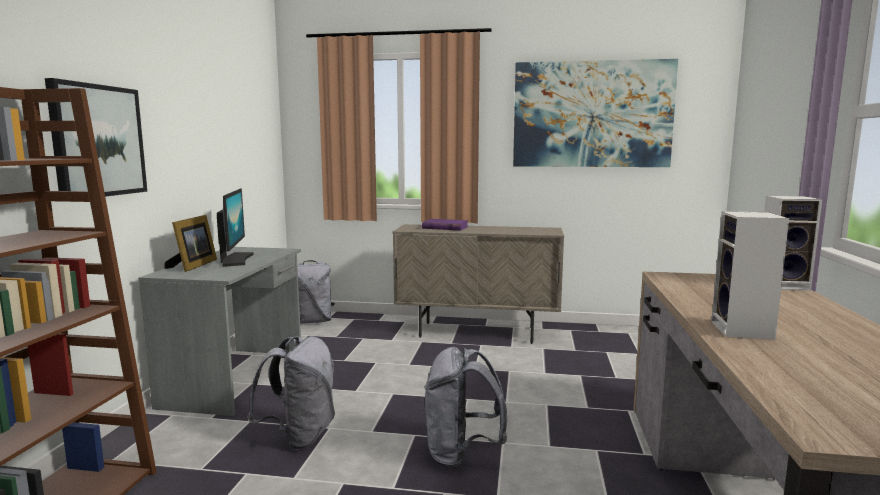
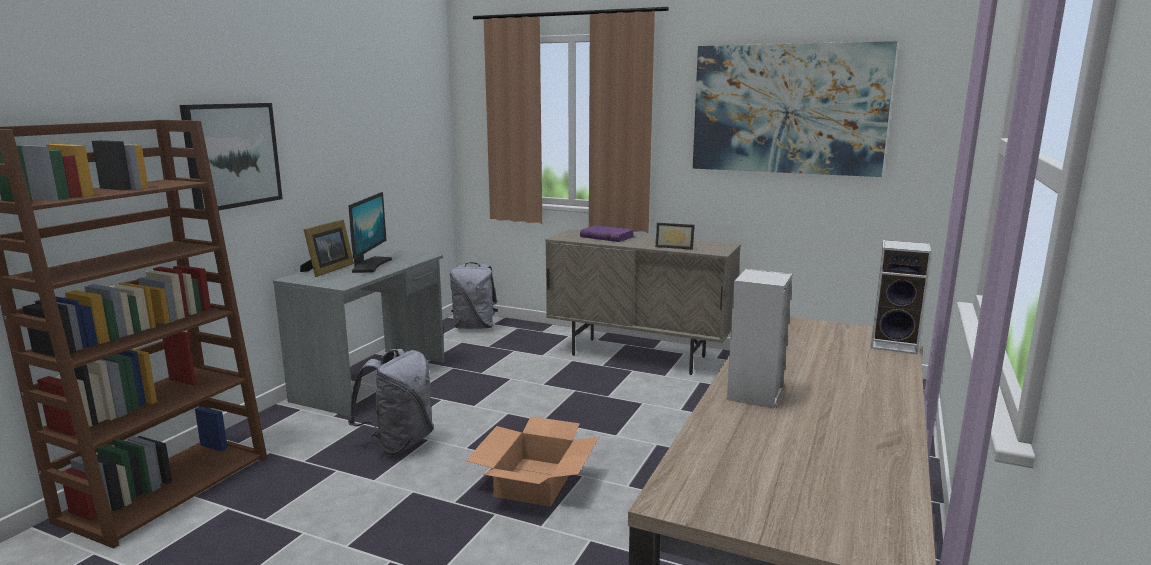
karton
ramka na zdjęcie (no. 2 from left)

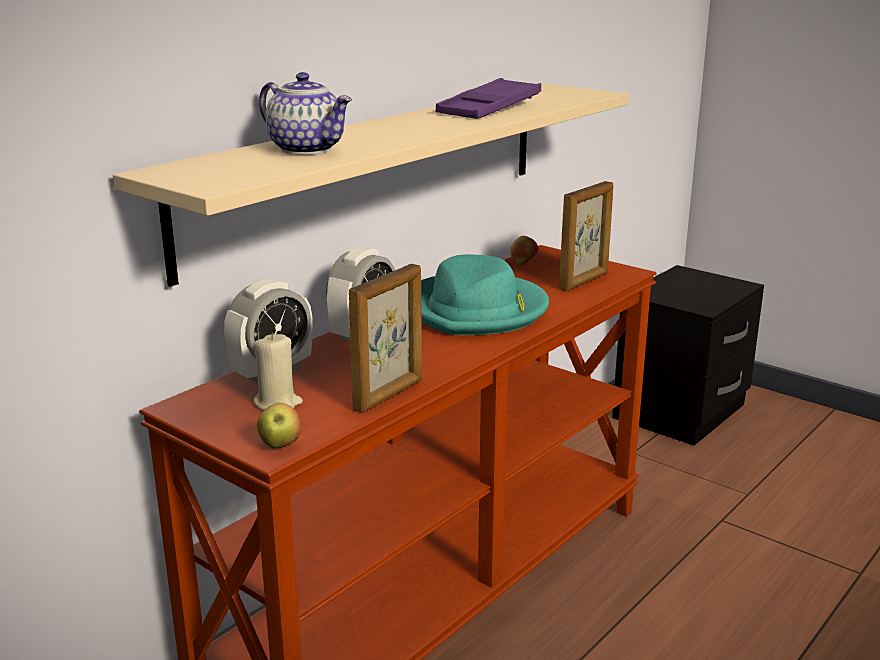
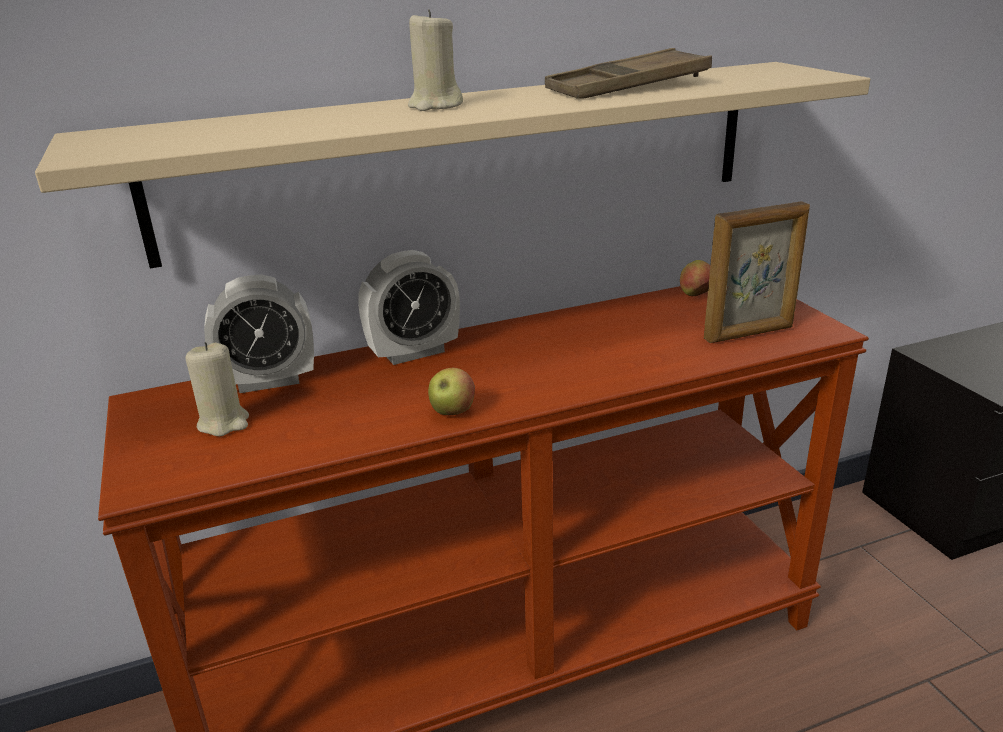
świeca [beżowy] (no. 2 from left)
jabłko (no. 1 from left)
taca [brązowy]
imbryk
ramka na zdjęcie (no. 1 from left in the first image)
kapelusz [turkusowy]

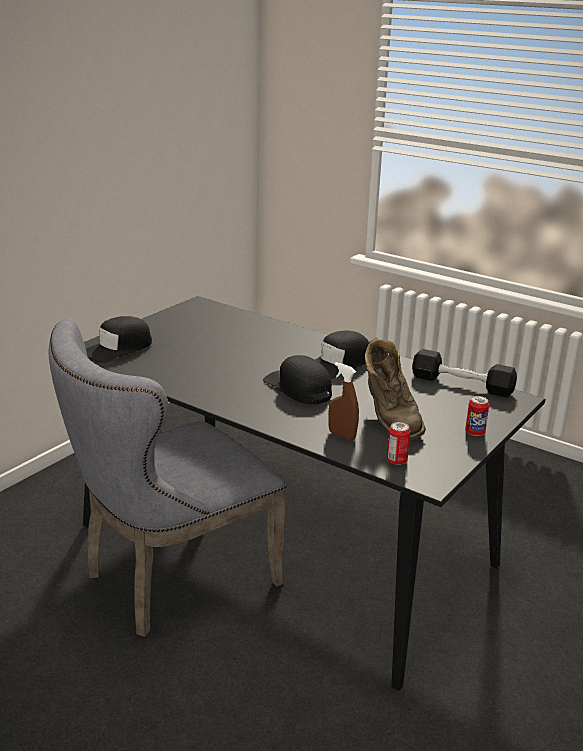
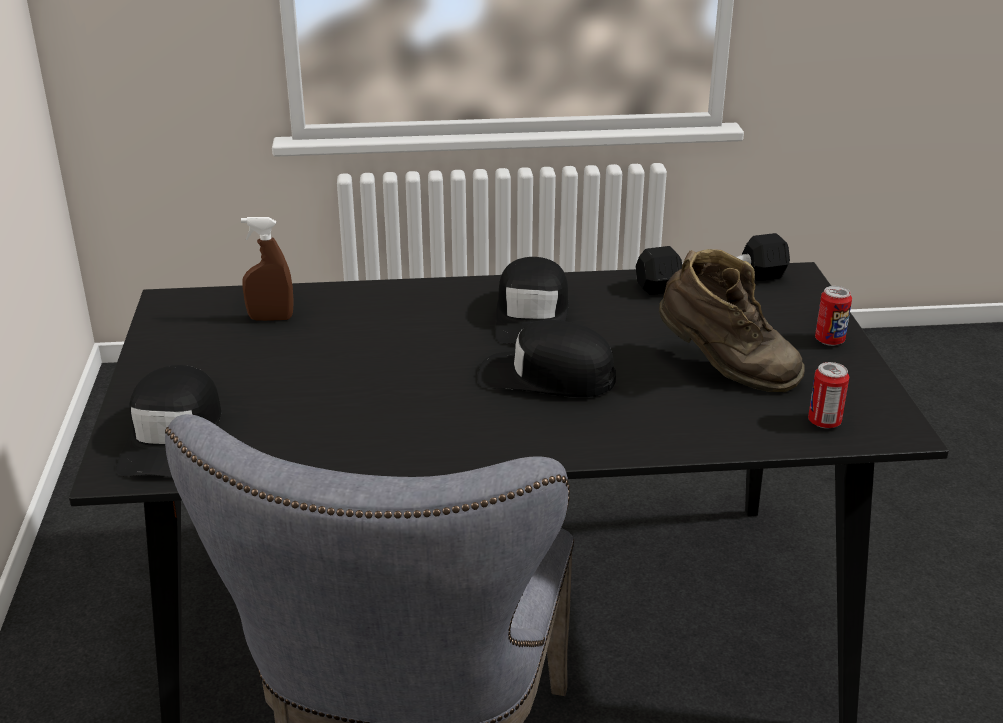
spryskiwacz [brązowy]

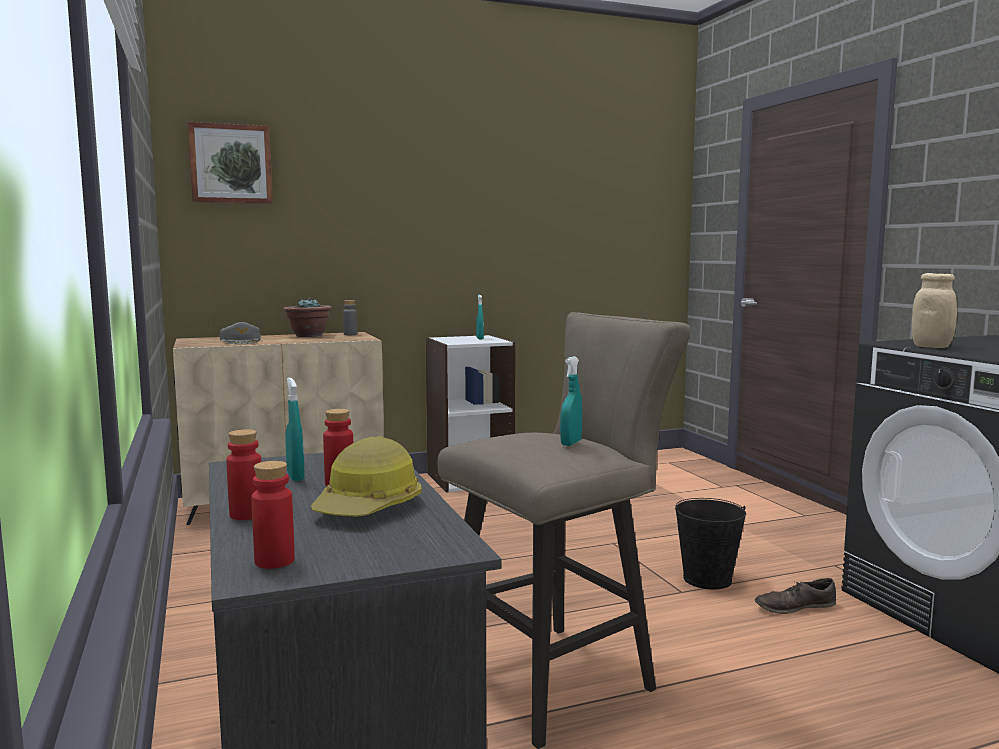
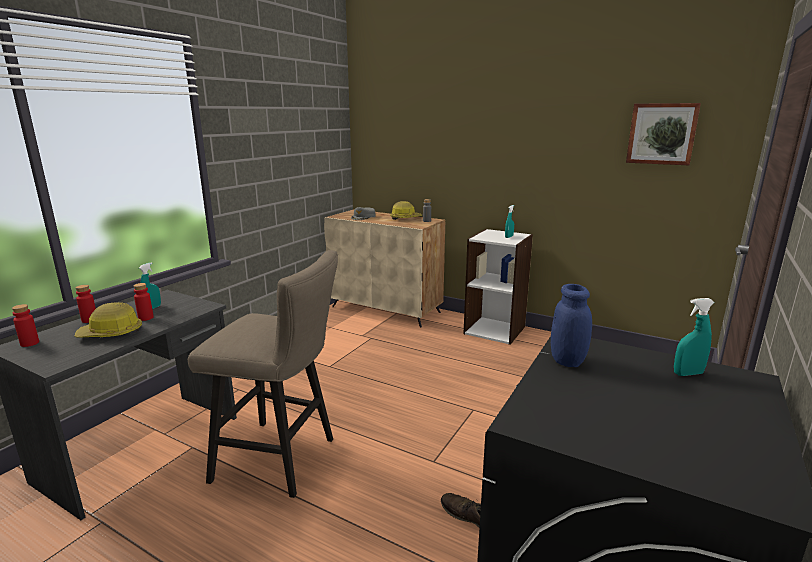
kask (no. 2 from left)
słoik [niebieski]
obraz
spryskiwacz [turkusowy] (no. 3 from left)
wiadro [czarny]

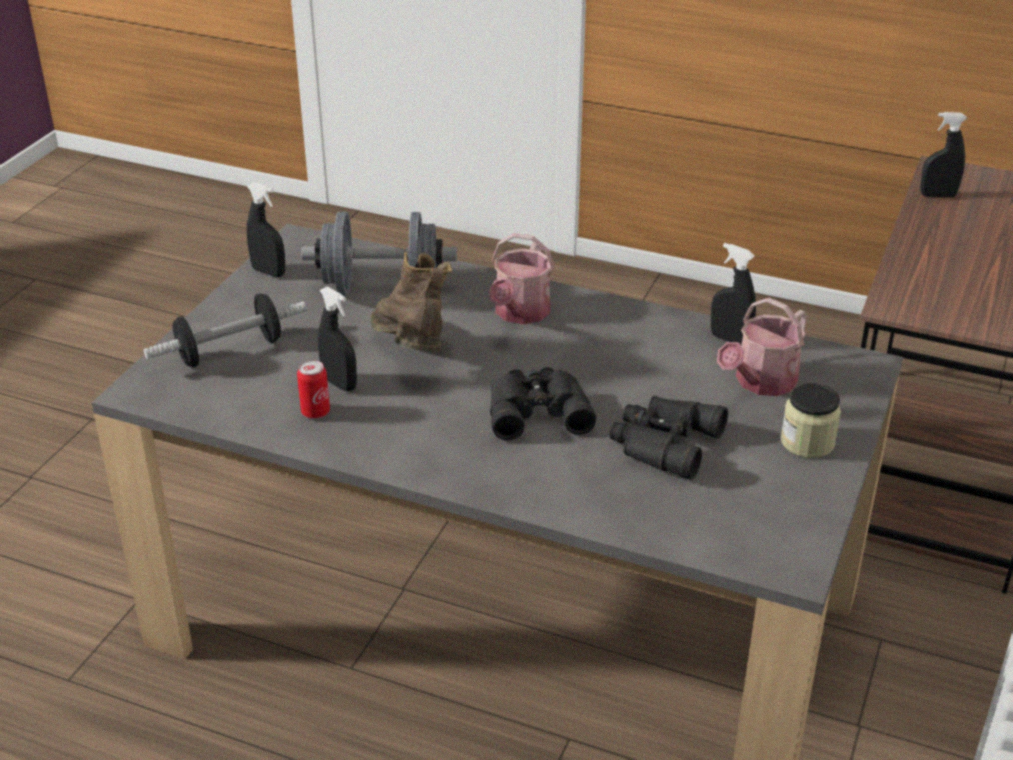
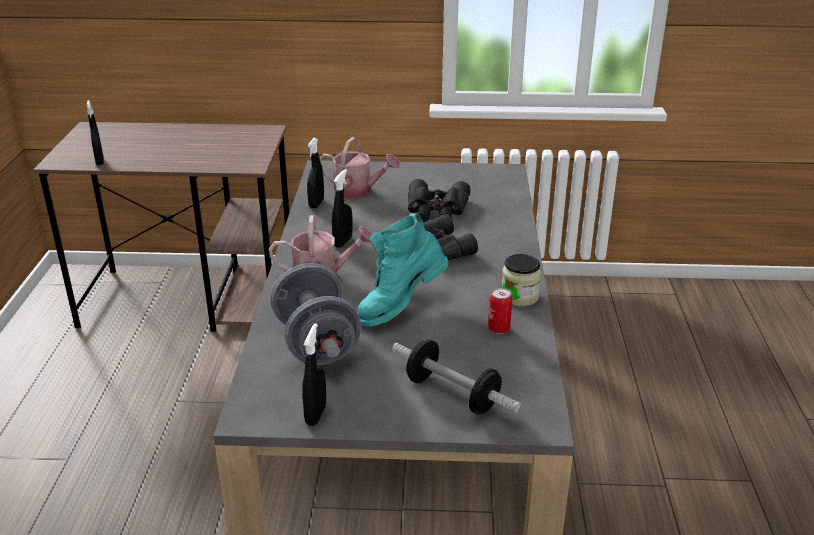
spryskiwacz [czarny] (no. 4 from left)
but z cholewką [turkusowy]
słoik

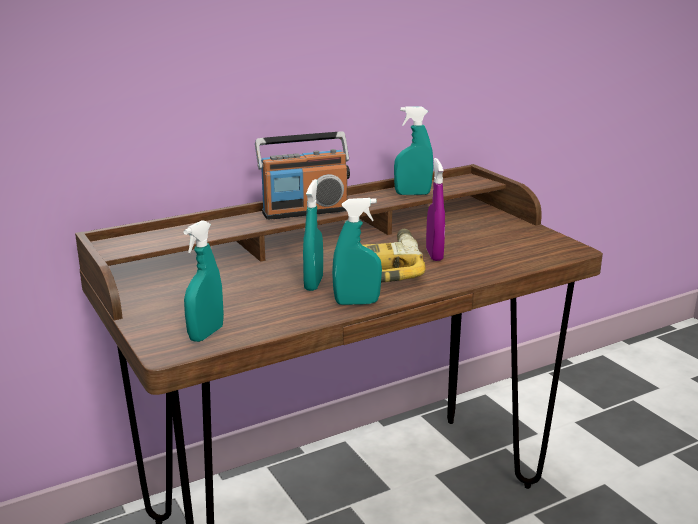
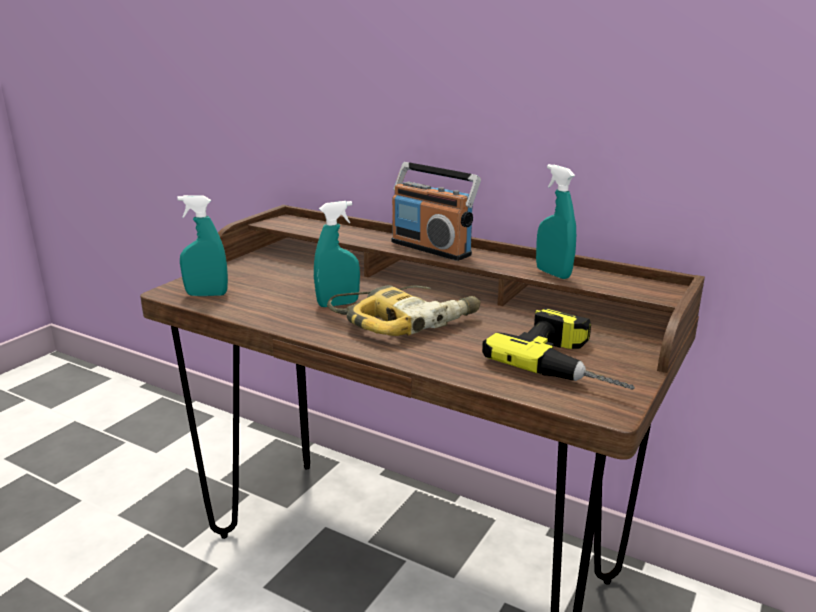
wiertarka (no. 2 from left)
spryskiwacz [turkusowy] (no. 3 from left in the first image)
spryskiwacz [fioletowy]

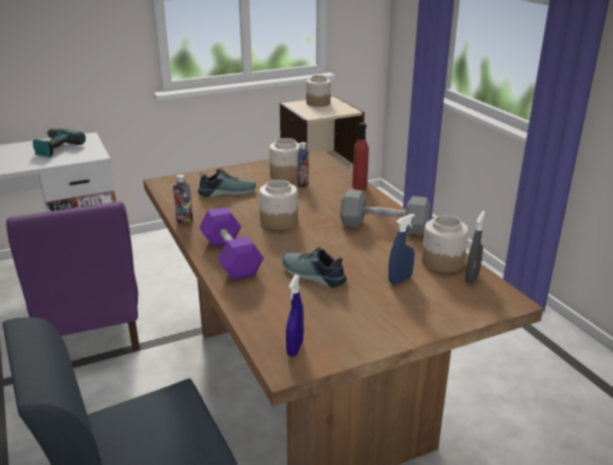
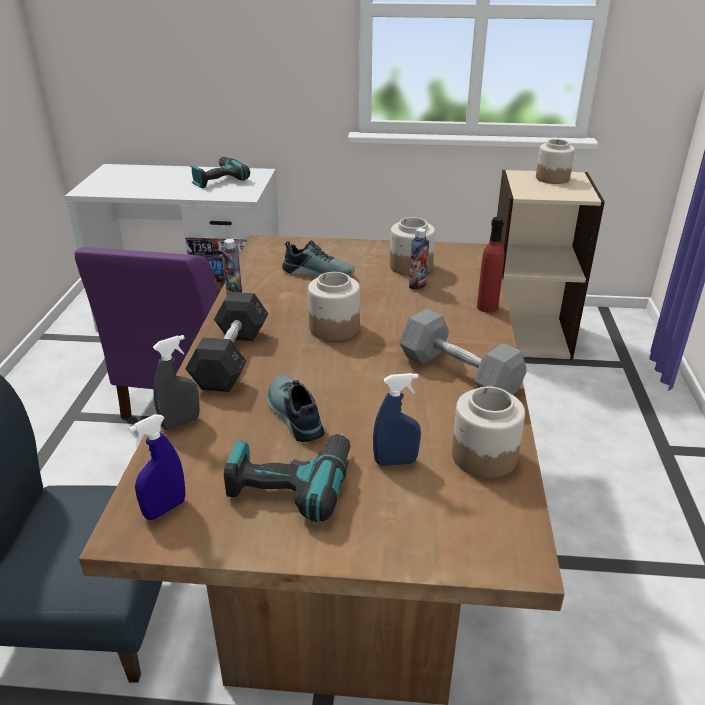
spryskiwacz [szary]
hantel [szary] (no. 1 from left)
wiertarka (no. 2 from left)

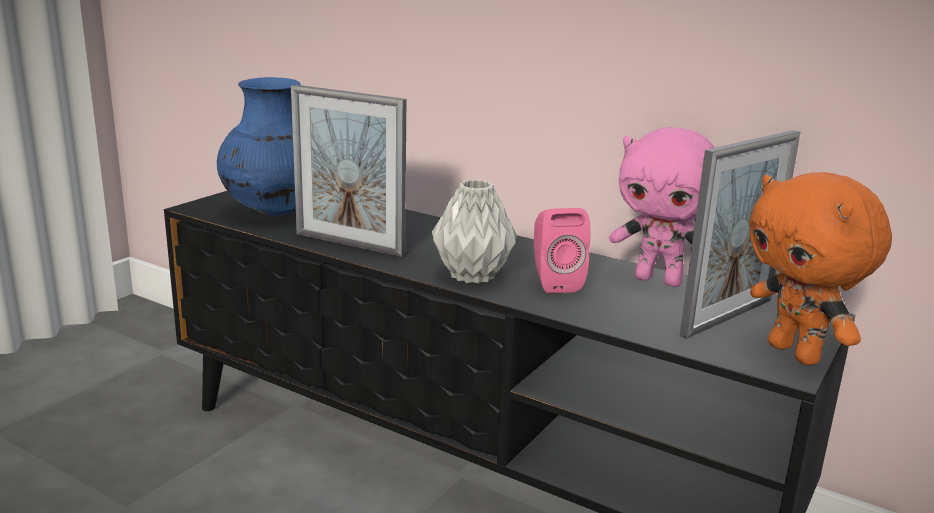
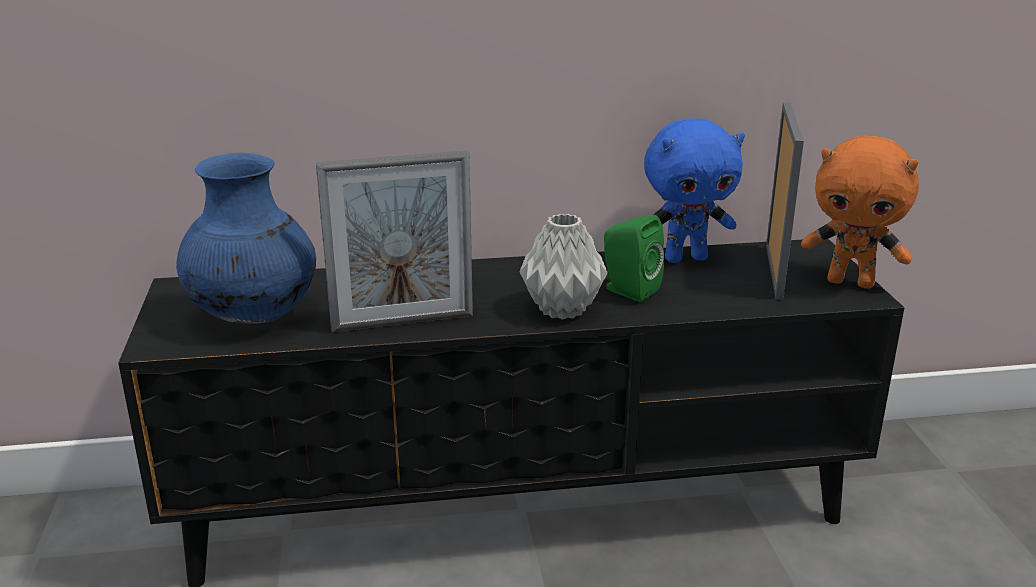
głośnik [zielony]
pluszak [niebieski]

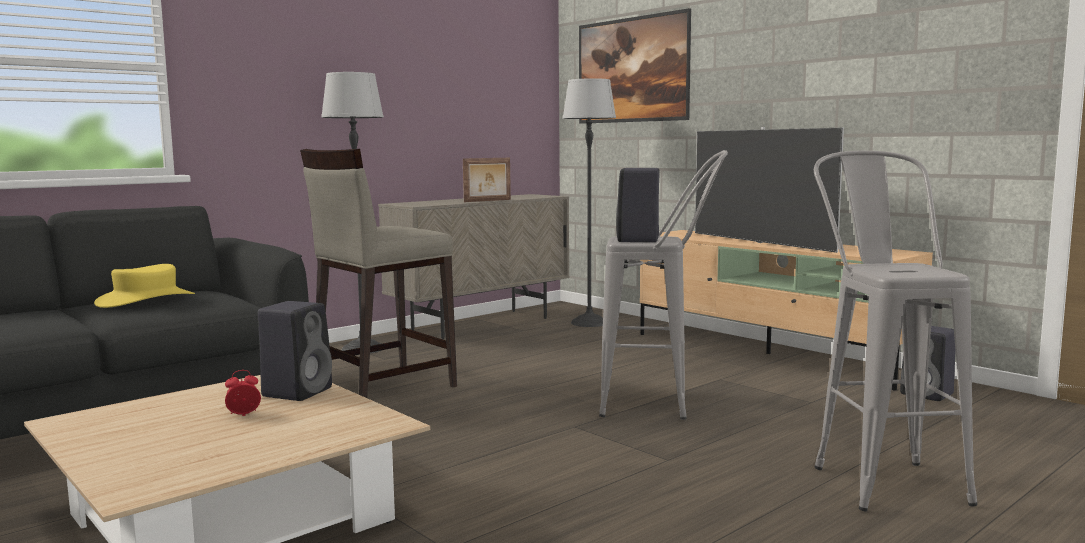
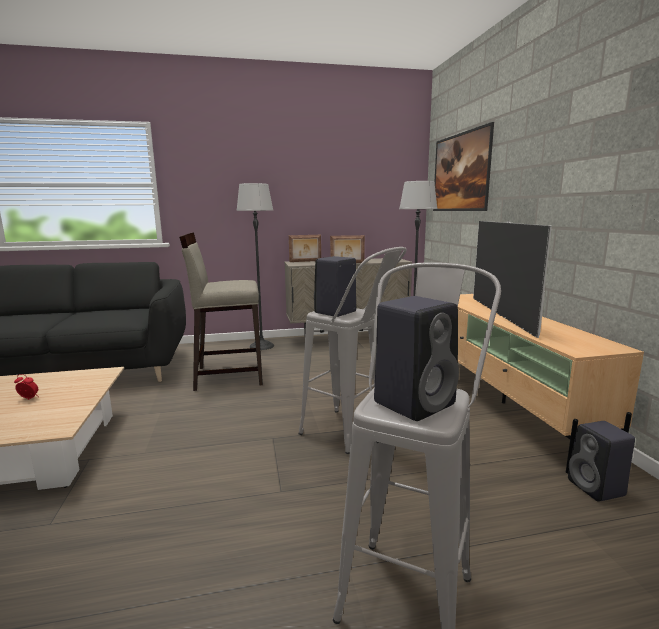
ramka na zdjęcie (no. 1 from left)
głośnik [czarny] (no. 2 from left)
kapelusz [żółty]

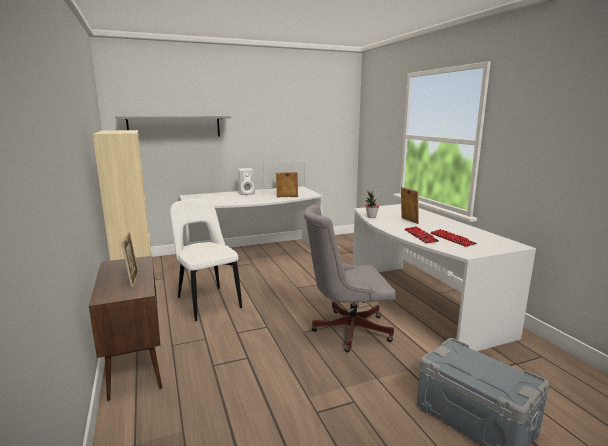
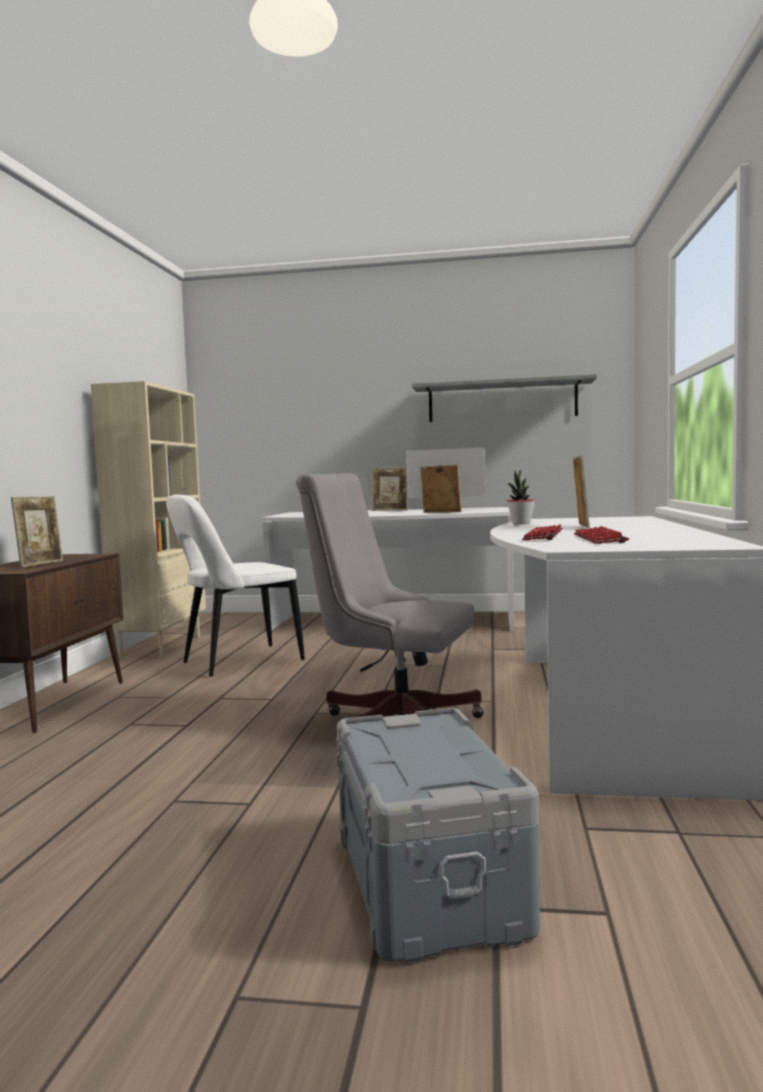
krzesło [biały]
ramka na zdjęcie (no. 2 from left)
półka [szary]

